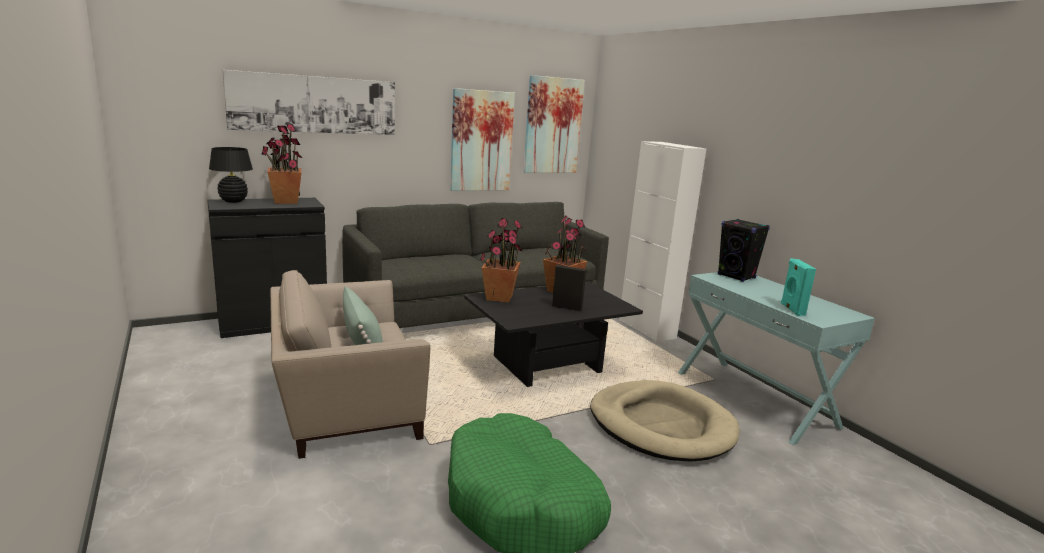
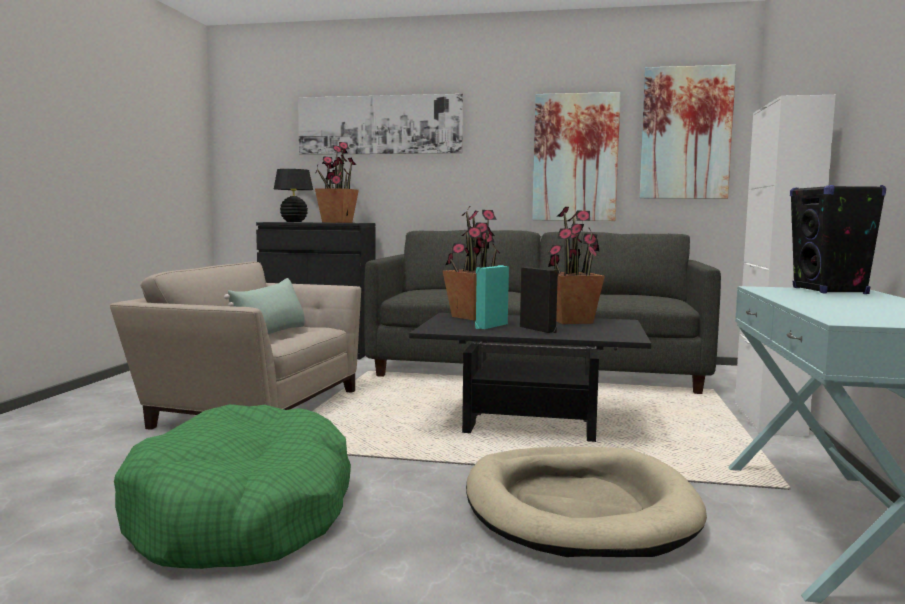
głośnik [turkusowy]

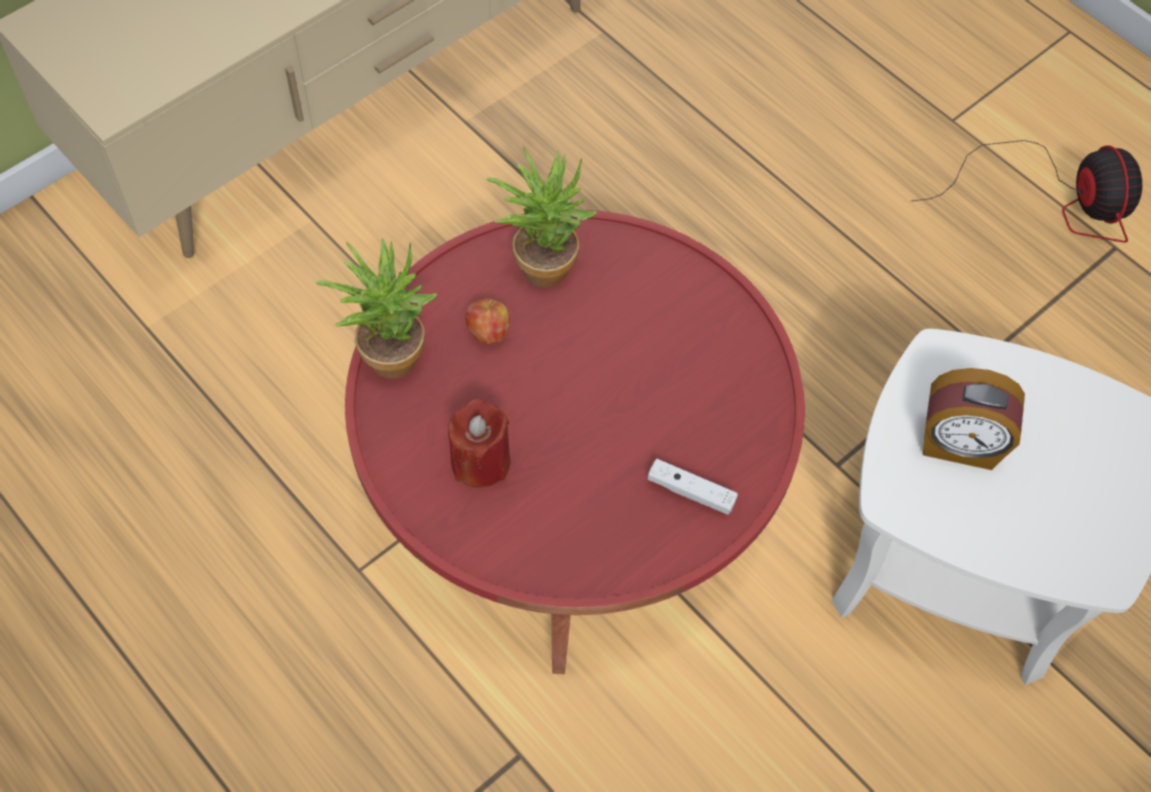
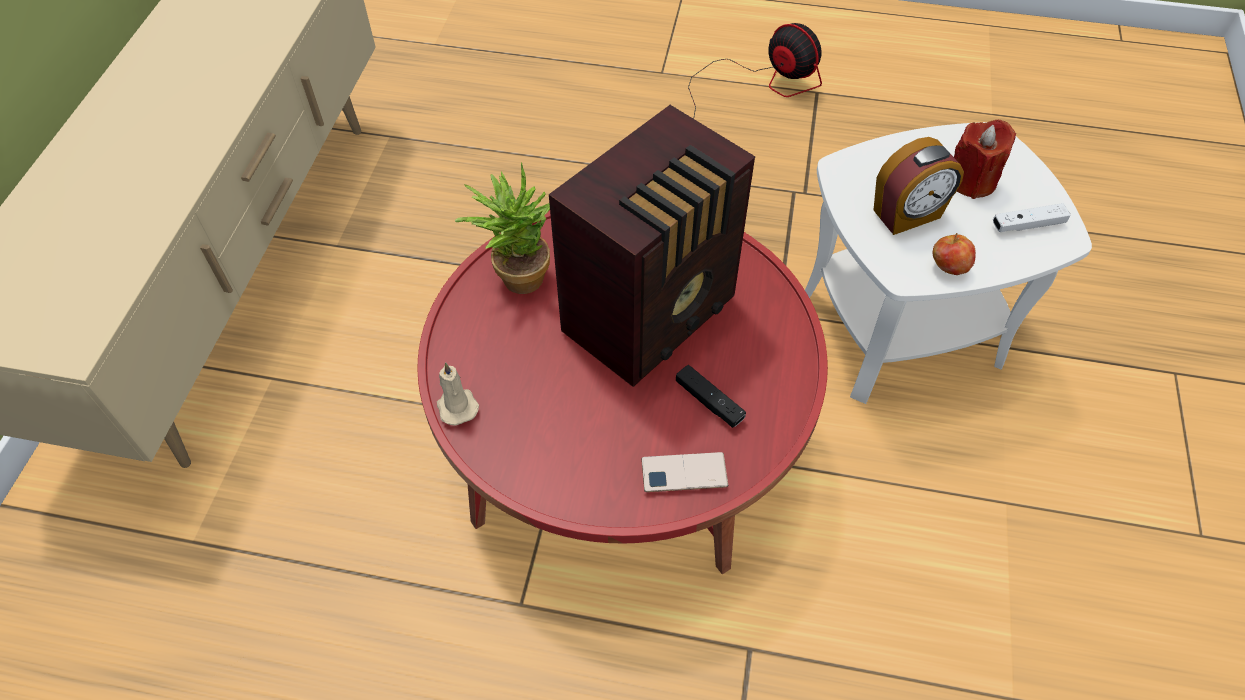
świeca [beżowy]
radio
telefon
pad do gier [czarny]
jabłko
świeca [czerwony]
pad do gier [biały]

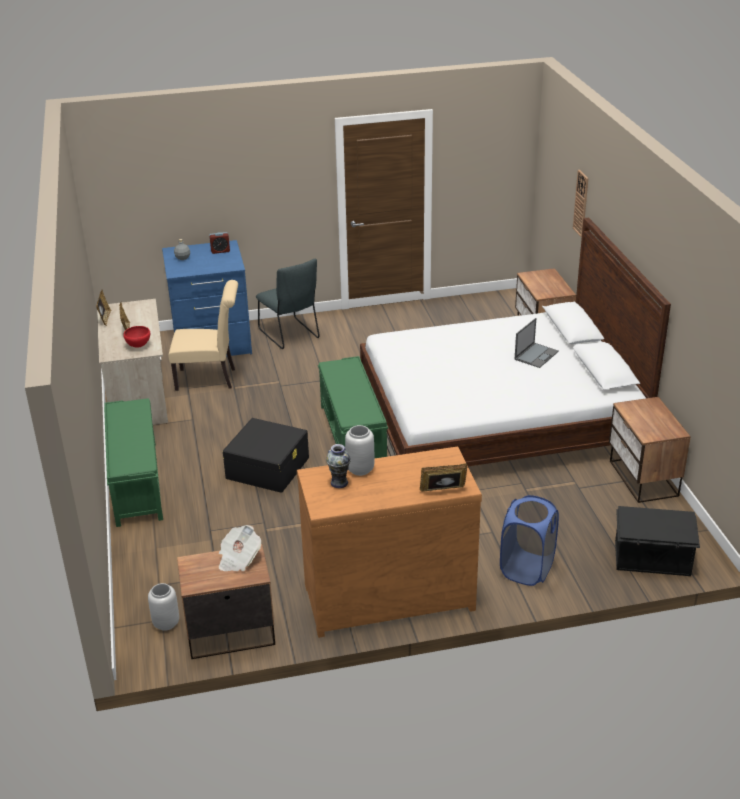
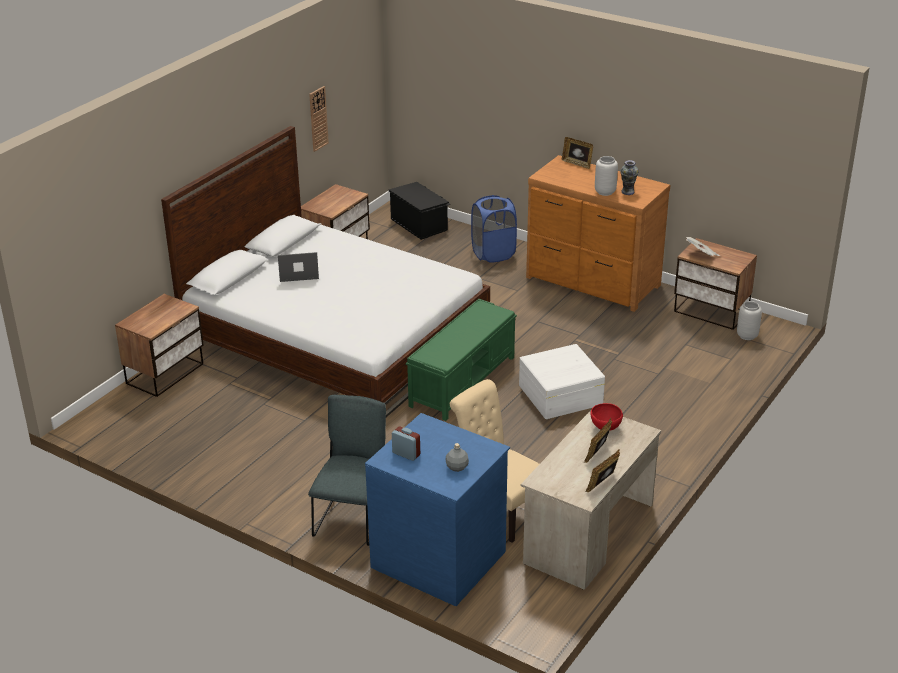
zegar ścienny
pojemnik do przechowywania [biały]
ławka [zielony] (no. 1 from left in the first image)

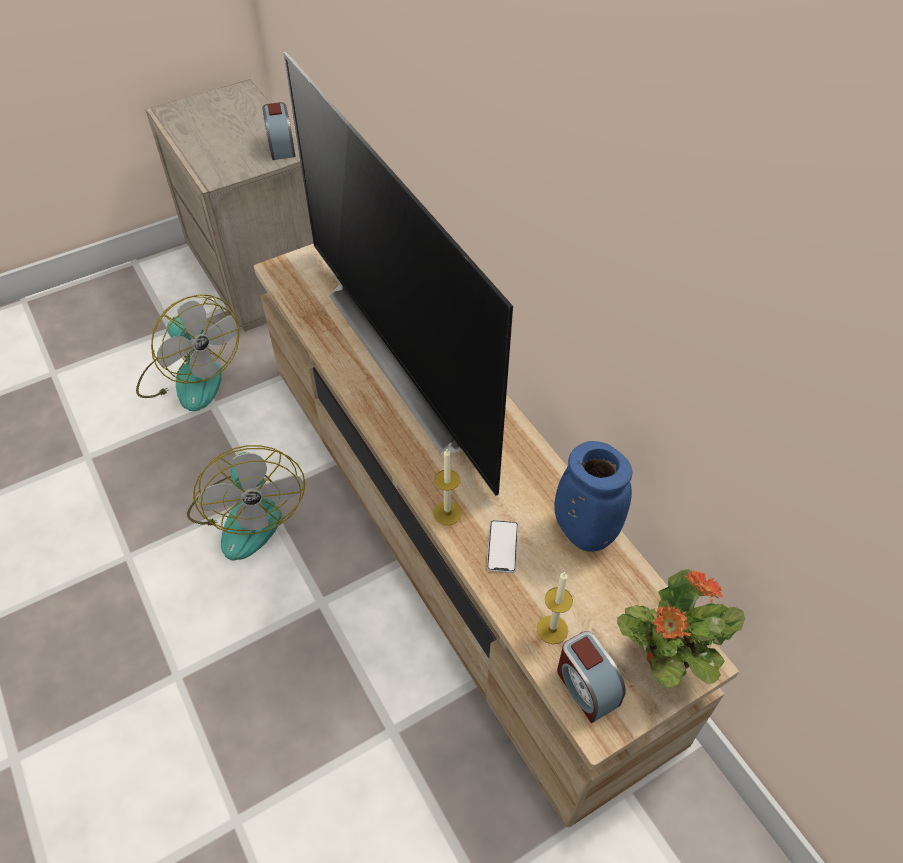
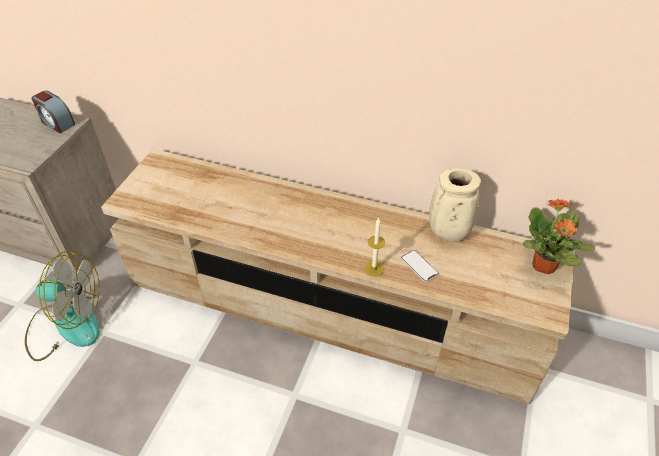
wazon [beżowy]
wentylator (no. 2 from left in the first image)
telewizor
świeca (no. 2 from left in the first image)
budzik (no. 2 from left in the first image)

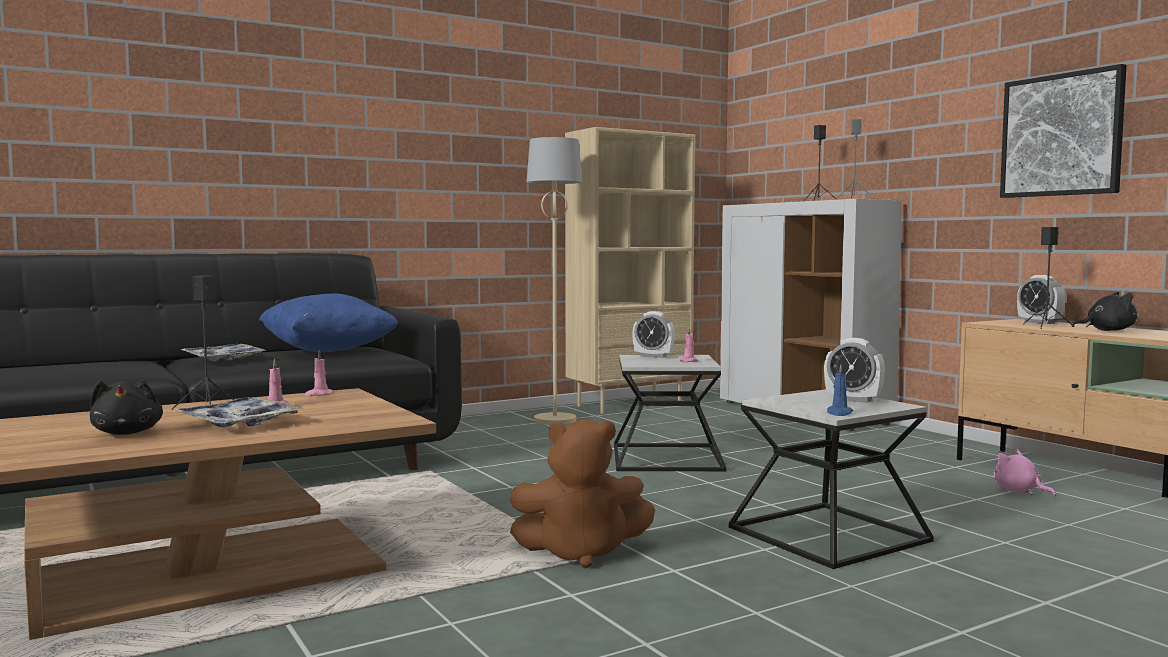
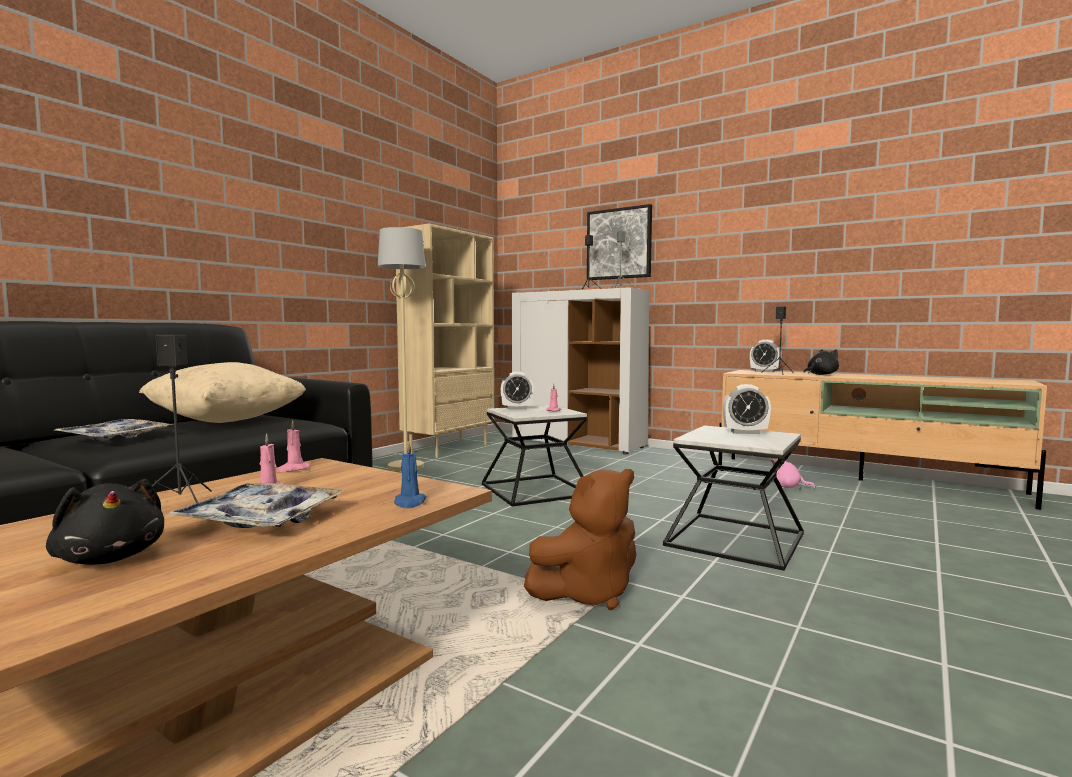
poduszka [beżowy]
świeca [niebieski]
obraz

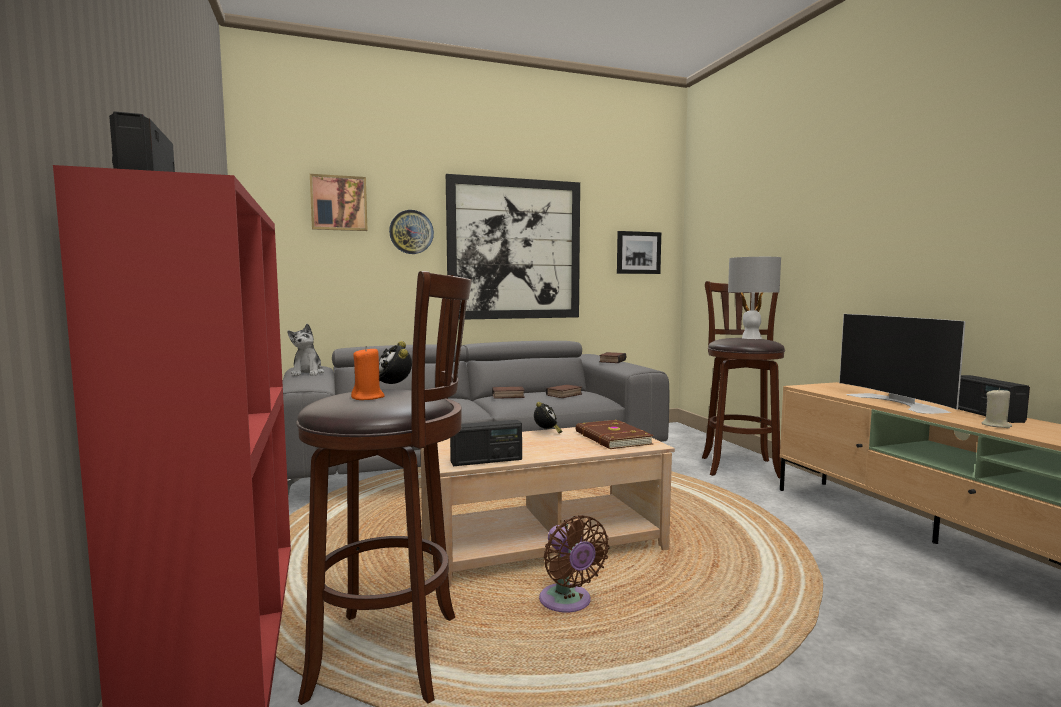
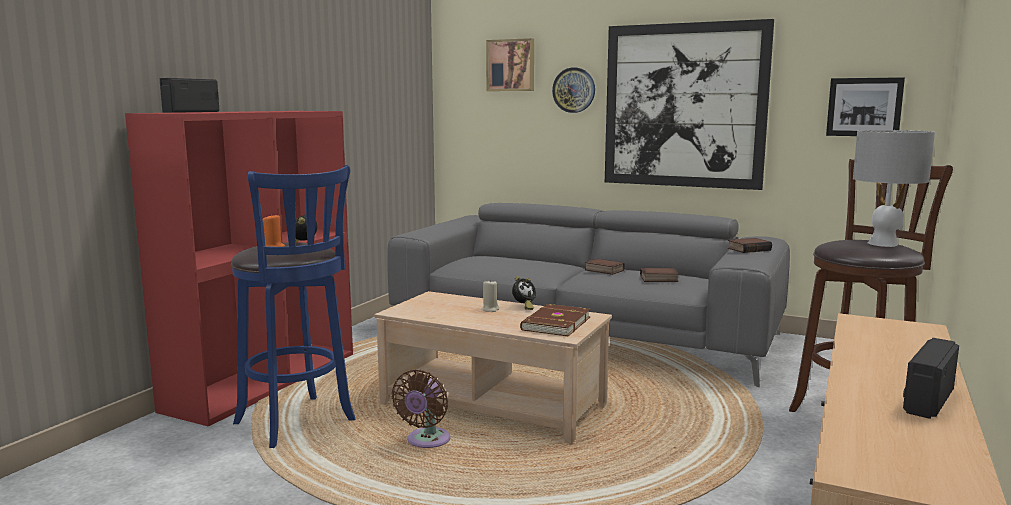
stołek [niebieski]
świeca [beżowy]
pluszak
radio (no. 2 from left in the first image)
telewizor

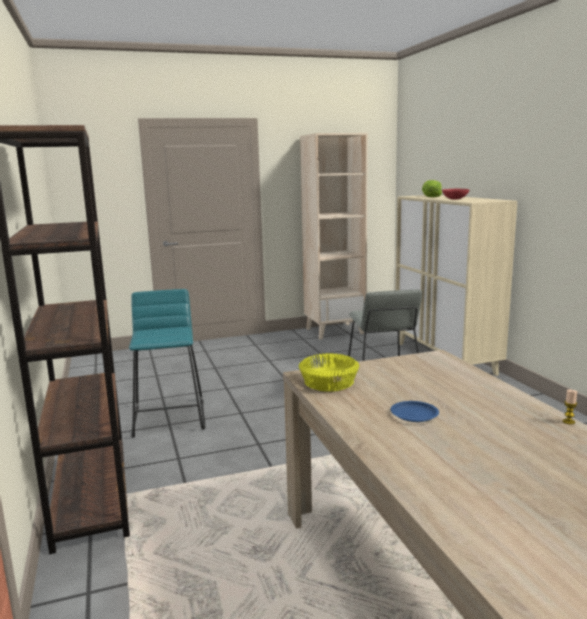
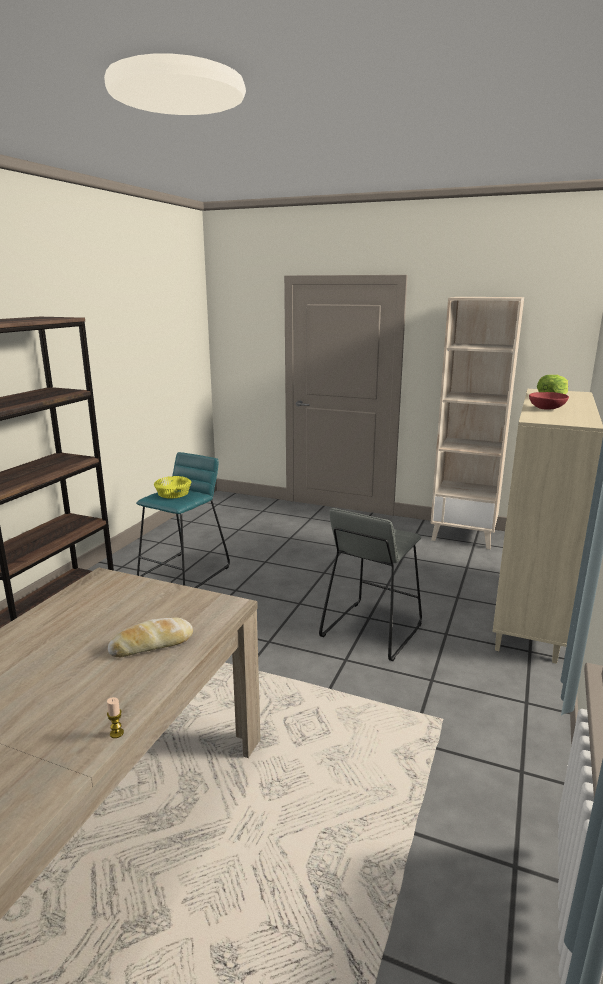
chleb
miska [żółty]
talerz [niebieski]

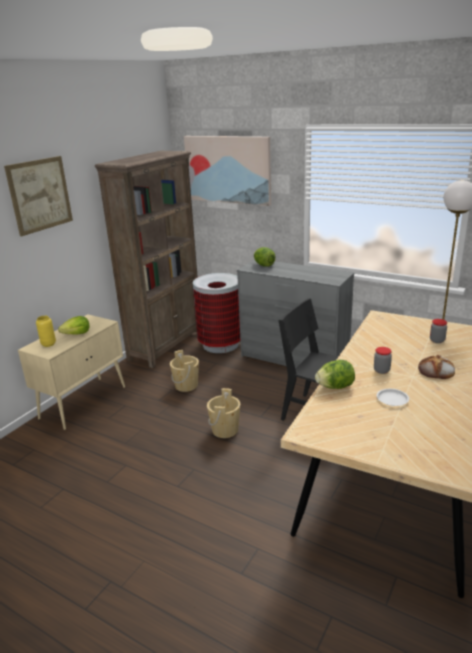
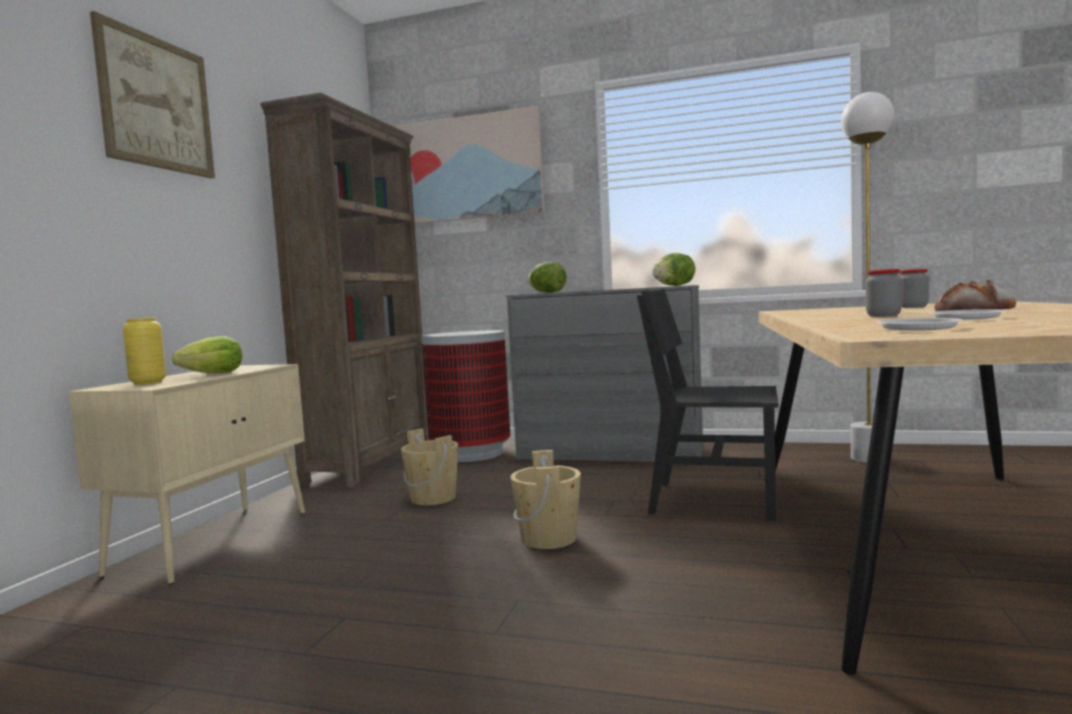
sałata (no. 3 from left)
talerz [biały] (no. 1 from left)

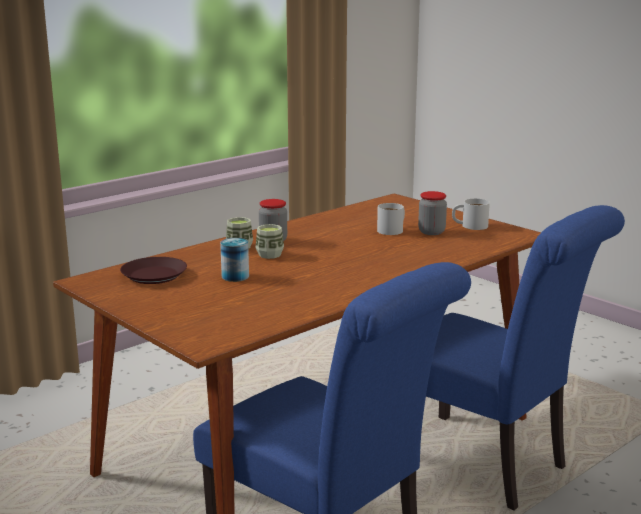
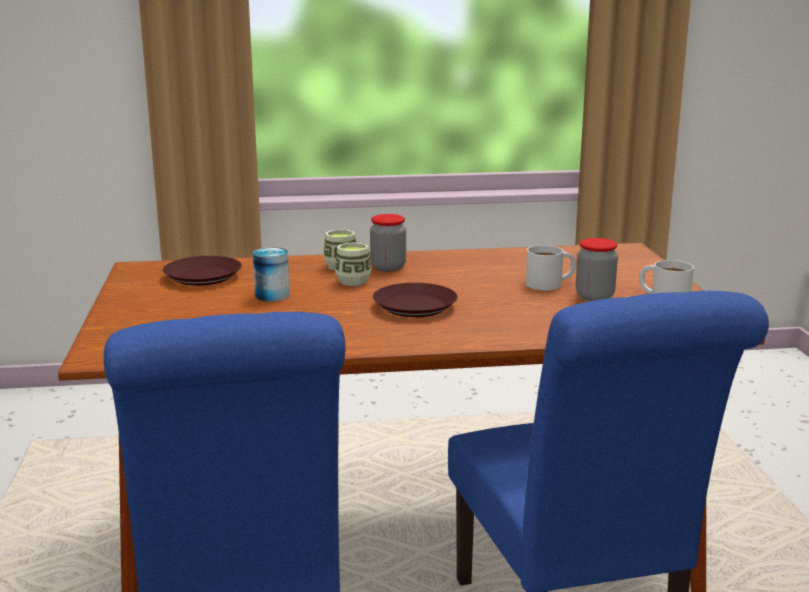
talerz [brązowy] (no. 2 from left)

